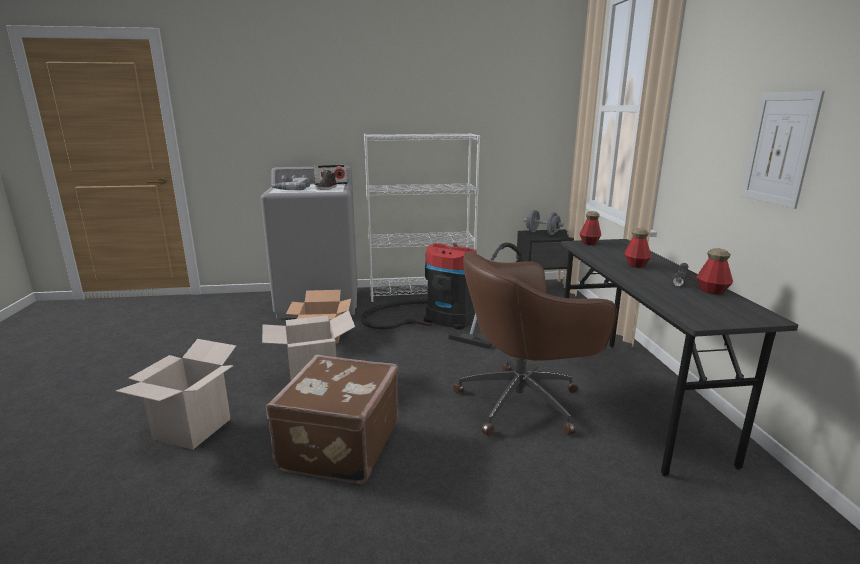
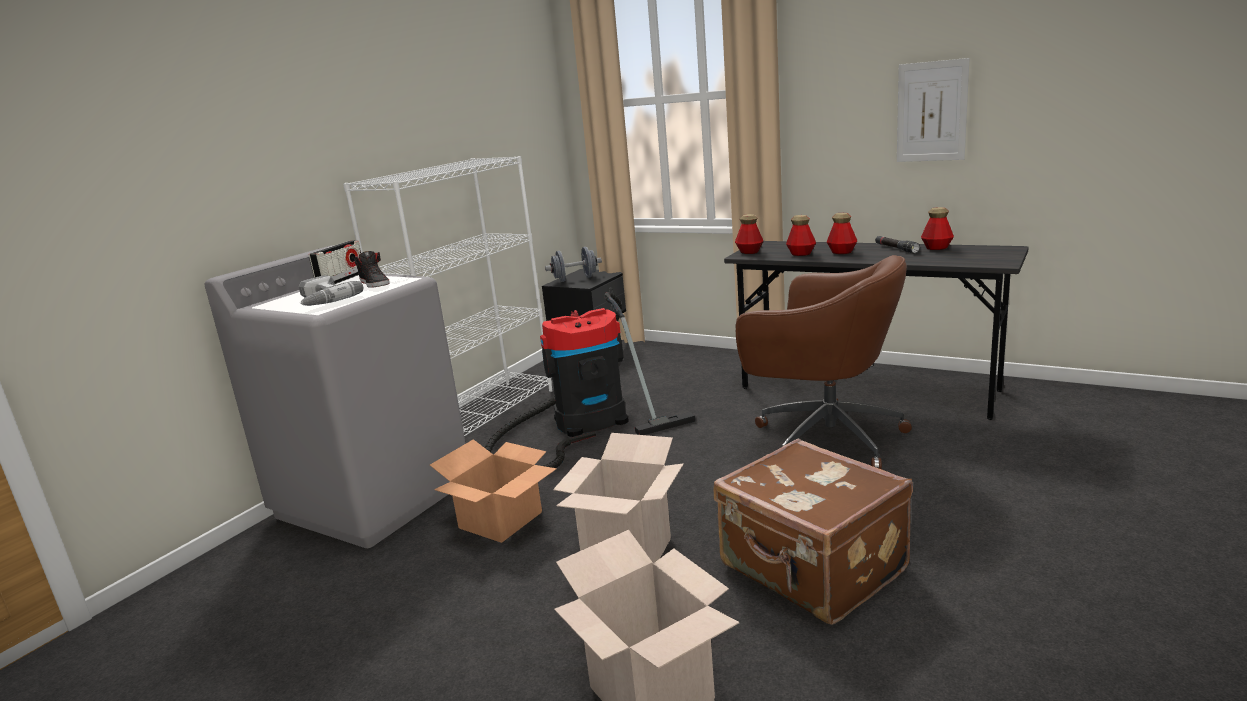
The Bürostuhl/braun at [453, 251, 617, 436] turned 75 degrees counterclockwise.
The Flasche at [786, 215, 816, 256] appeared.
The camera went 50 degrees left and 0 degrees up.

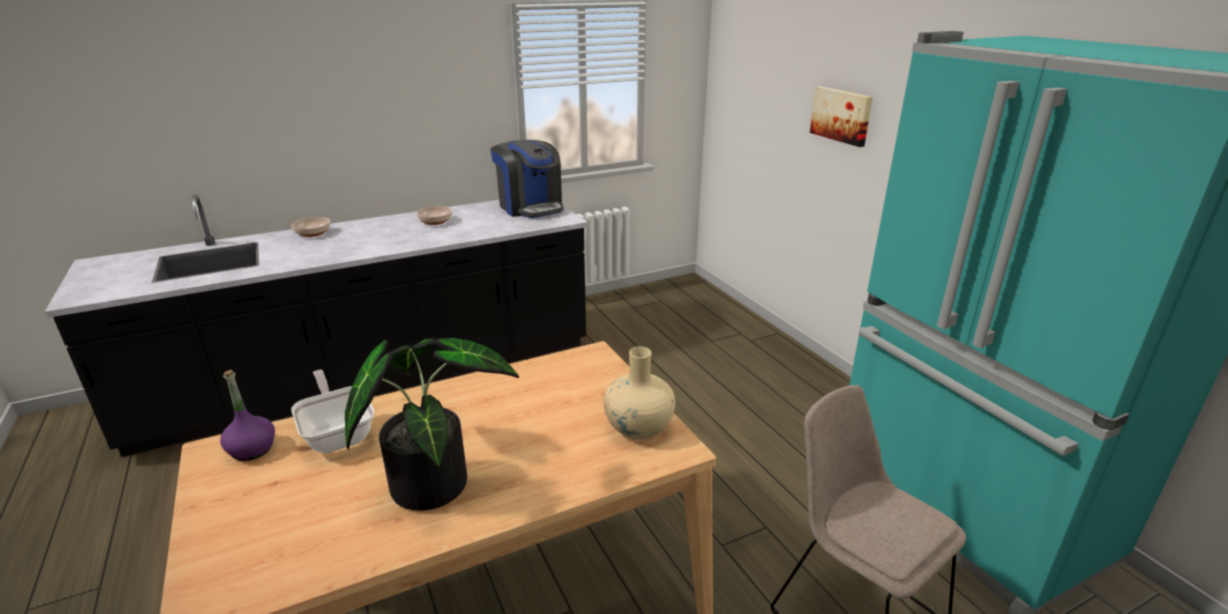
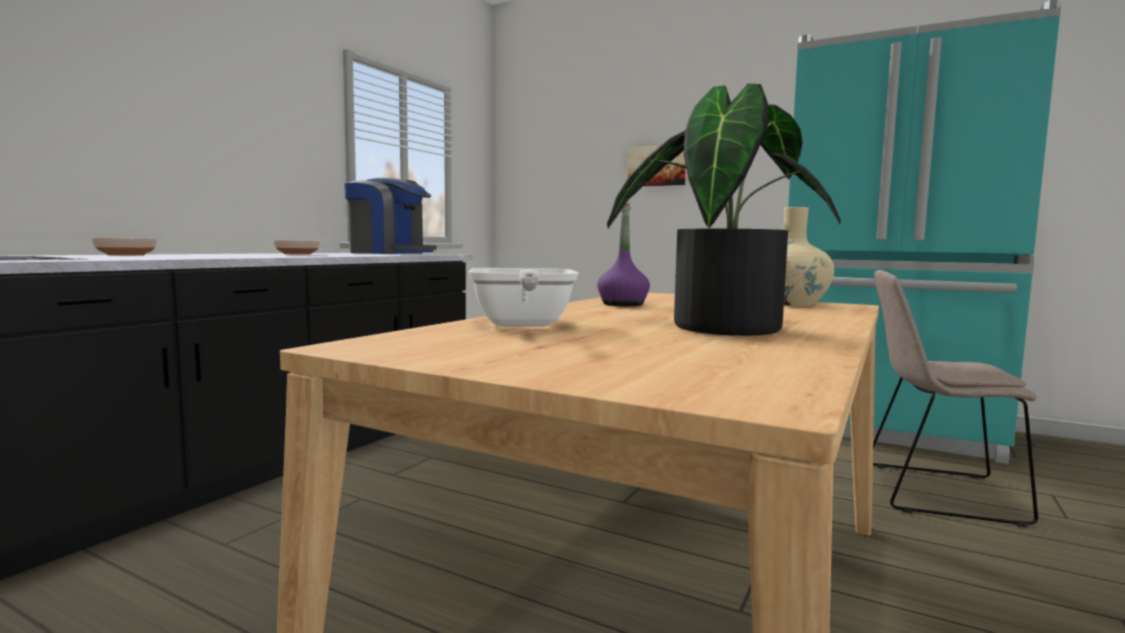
The Pfanne at [291, 370, 374, 453] turned 120 degrees counterclockwise.
The Flasche/lila moved from [220, 370, 275, 461] to [597, 203, 650, 306].
The camera went 35 degrees left and 20 degrees down.

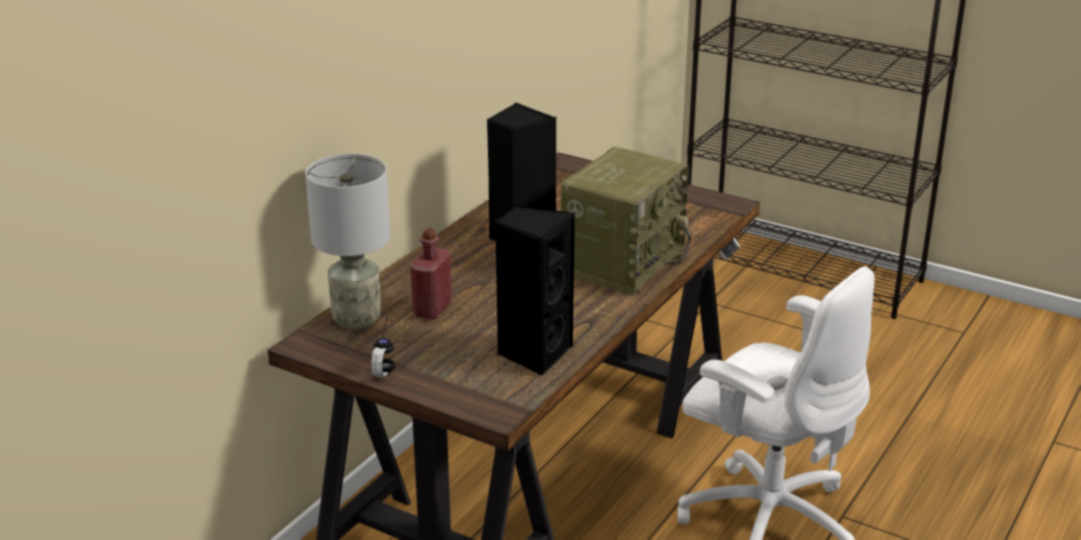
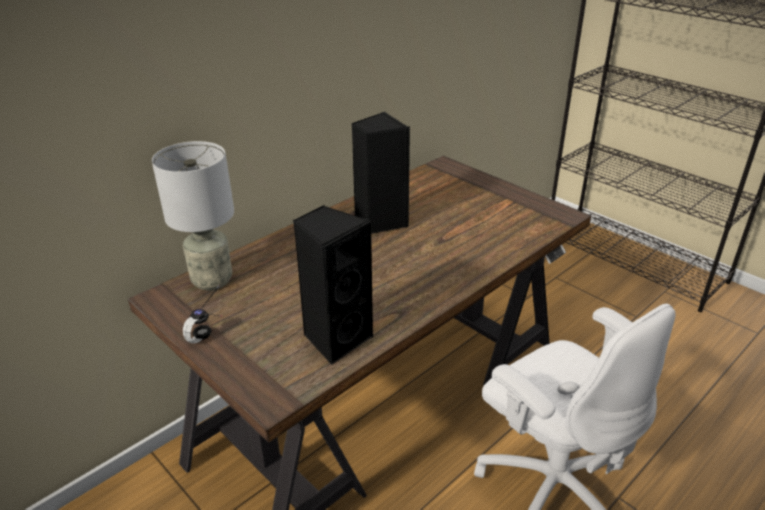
The Flasche/rot at [410, 228, 452, 320] disappeared.
The Radio at [561, 147, 691, 295] disappeared.
The camera went 15 degrees right and 5 degrees up.

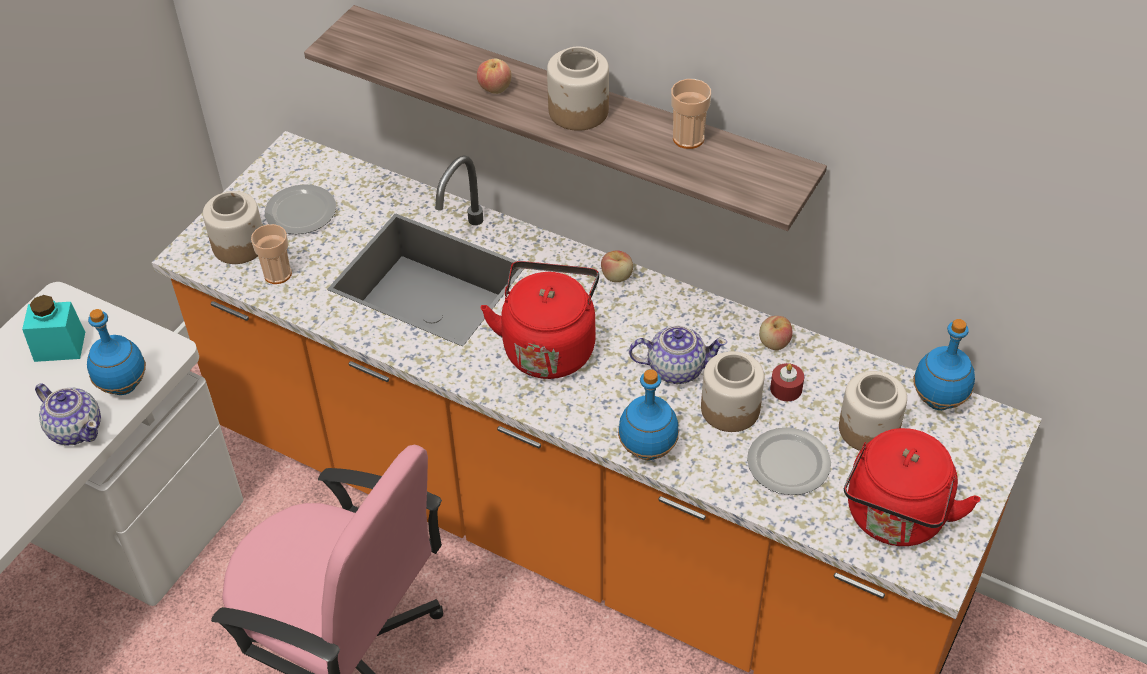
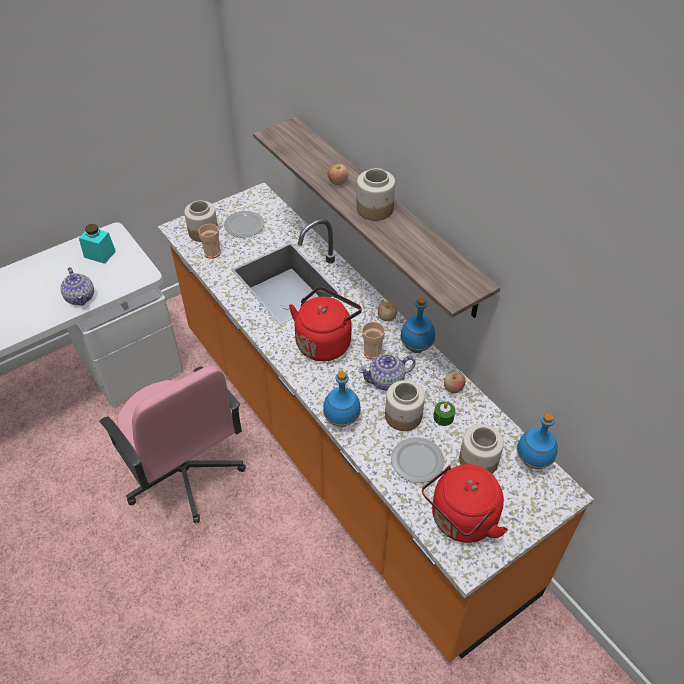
The Teekanne at [629, 326, 727, 384] turned 135 degrees clockwise.
The Tasse moved from [671, 79, 711, 149] to [362, 322, 385, 360].
The Flasche/blau moved from [87, 309, 146, 395] to [400, 298, 435, 353].
The Kerze/rot at [770, 363, 804, 401] became the Kerze/grün at [434, 401, 455, 426].
The camera went 25 degrees right and 0 degrees up.

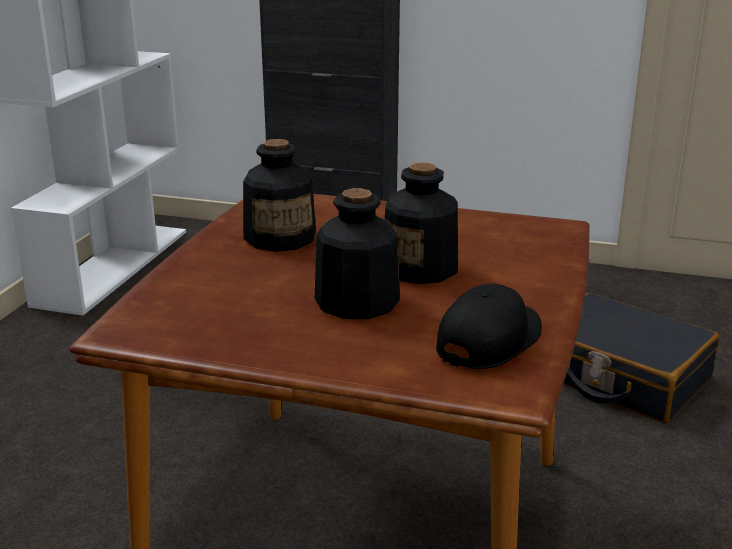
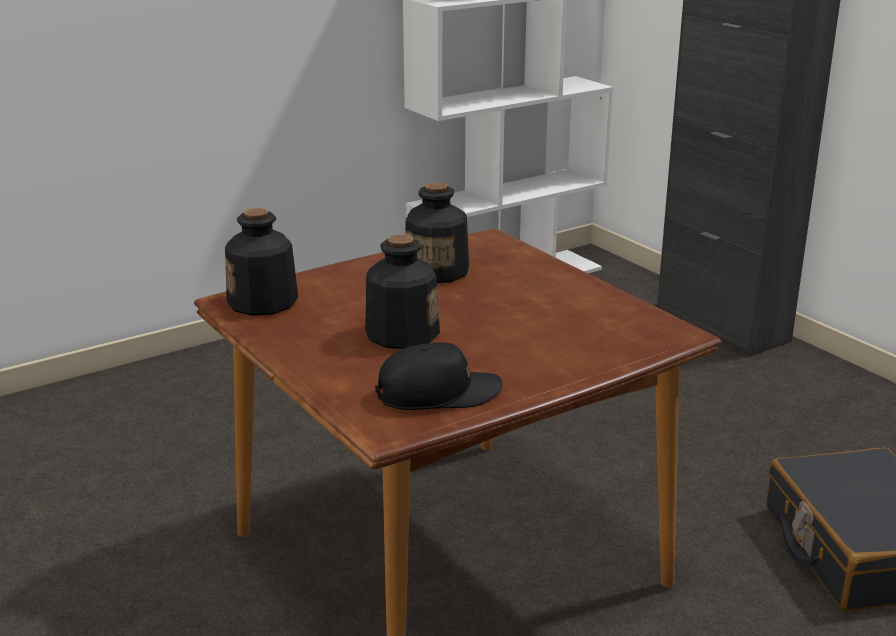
The Flasche moved from [385, 162, 458, 284] to [225, 208, 298, 316].
The camera went 40 degrees right and 0 degrees up.

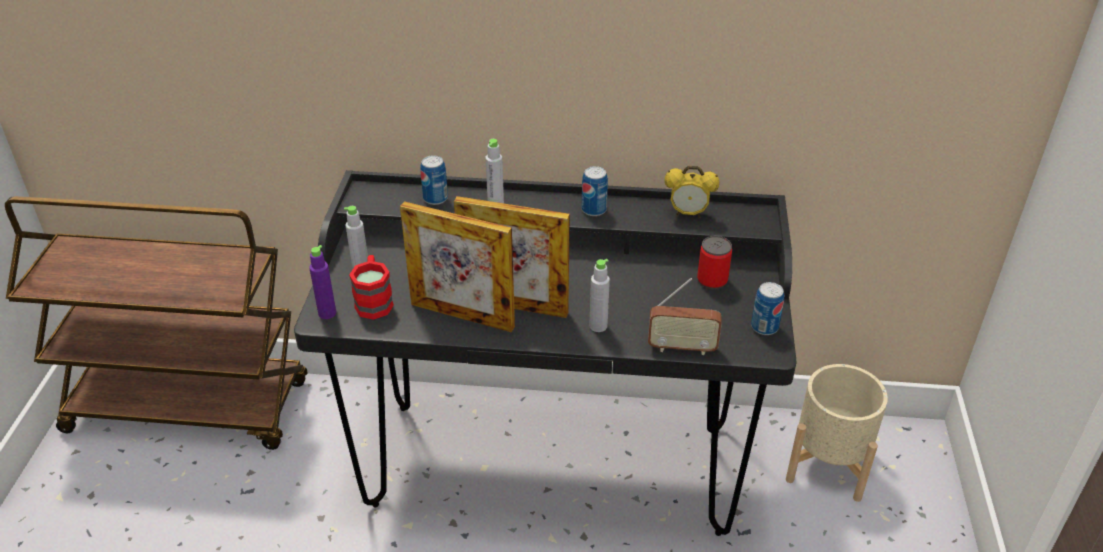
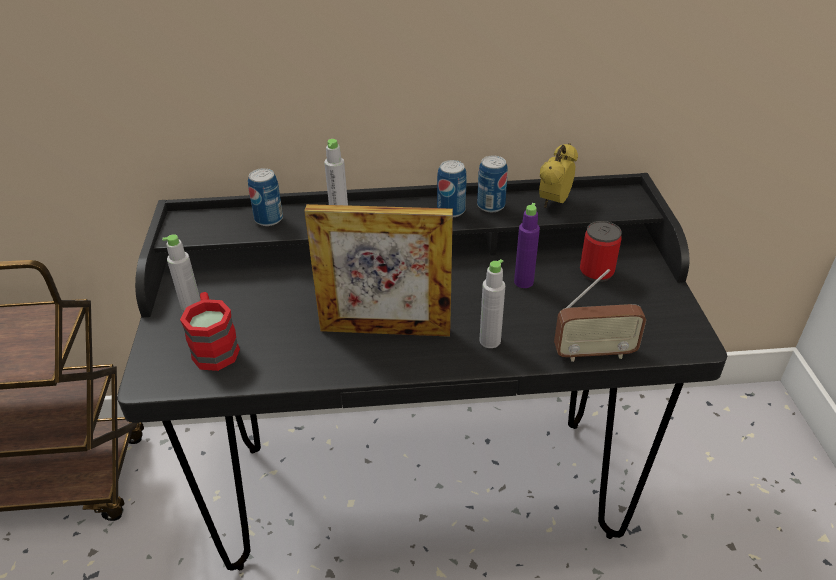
The Dose moved from [751, 282, 784, 335] to [477, 155, 508, 212].
The Flasche/lila moved from [309, 245, 336, 319] to [514, 203, 540, 288].
The Wecker at [665, 166, 719, 218] turned 120 degrees clockwise.
The Bilderrahmen at [400, 201, 515, 332] disappeared.
The Pflanzkübel/beige at [786, 364, 888, 502] disappeared.
The camera went 10 degrees left and 0 degrees up.

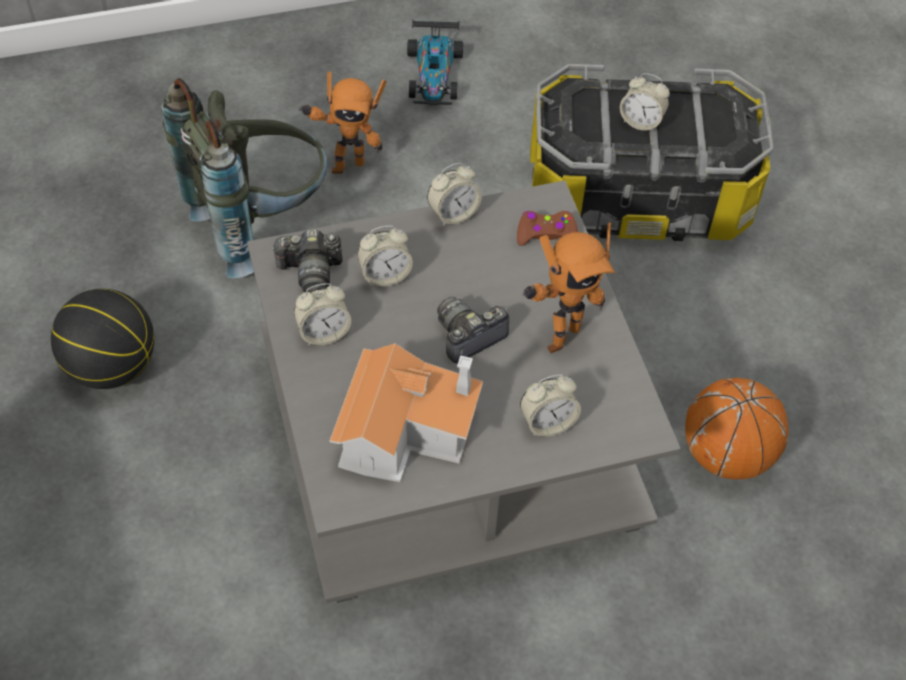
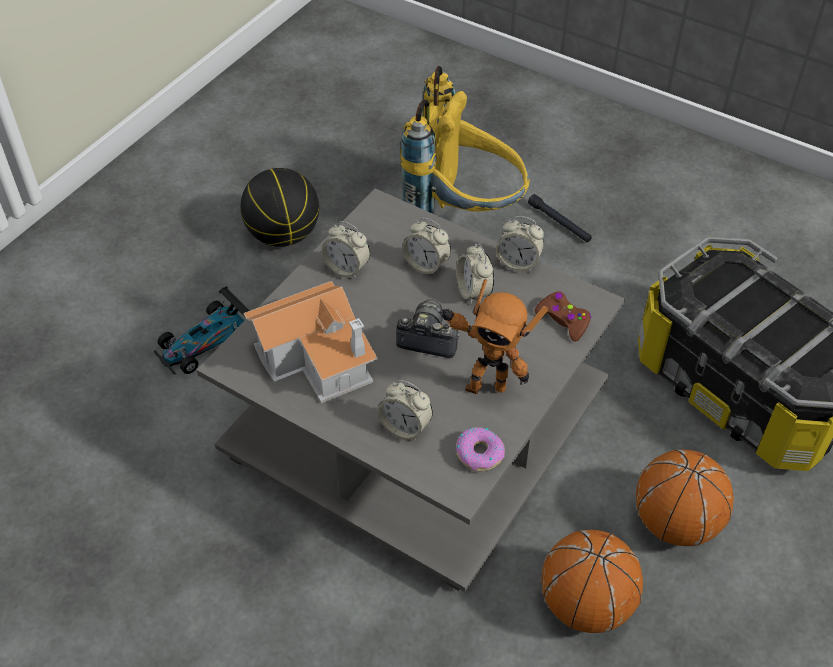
The Spielzeugauto moved from [407, 20, 463, 105] to [154, 286, 250, 375].
The Rucksack/grau at [161, 78, 327, 278] became the Rucksack/gelb at [400, 66, 530, 214].
The Wecker moved from [620, 73, 670, 132] to [456, 244, 494, 304].
The Donut at [456, 427, 505, 471] appeared.
The Spielzeugroboter at [299, 71, 386, 174] was replaced by the Taschenlampe/schwarz at [528, 194, 592, 242].
The Basketball at [636, 450, 734, 546] appeared.
The Kamera at [271, 230, 343, 292] disappeared.
The camera went 50 degrees right and 5 degrees down.

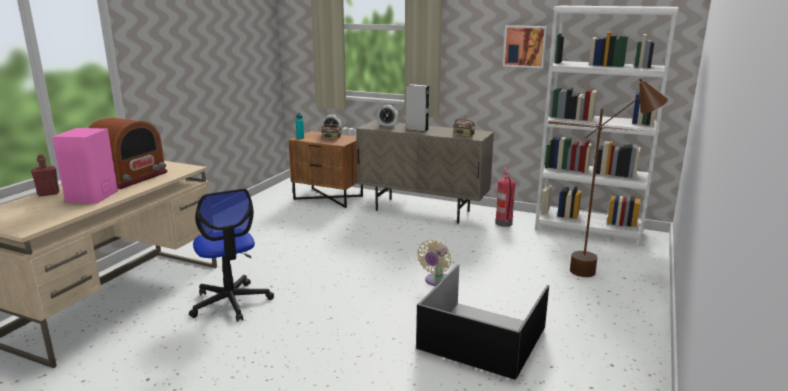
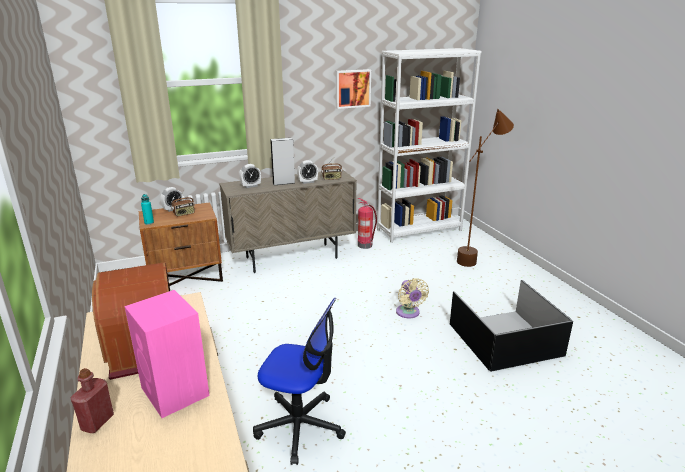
The Wecker at [297, 160, 318, 184] appeared.
The camera went 45 degrees left and 5 degrees up.

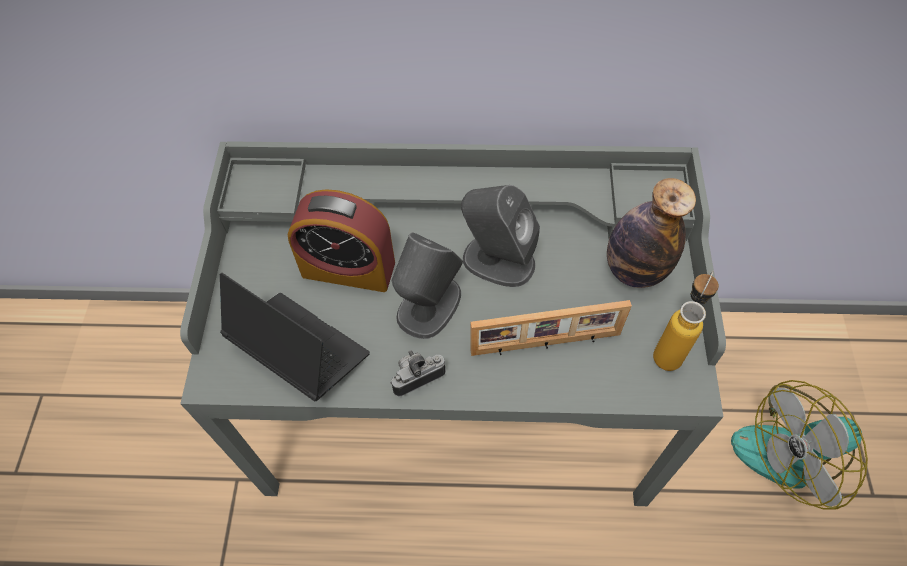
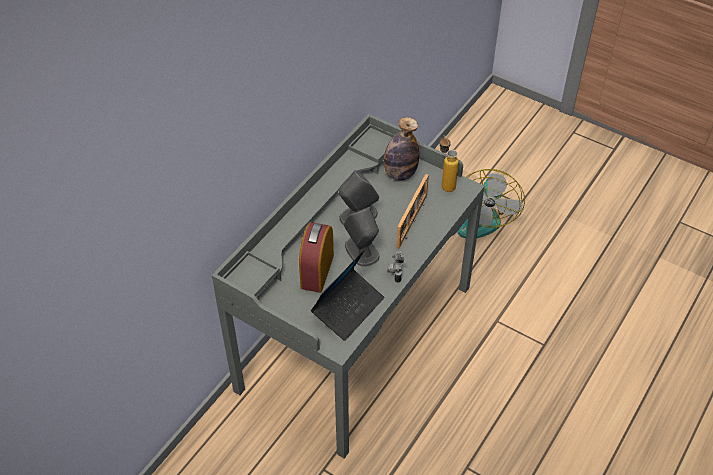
The Wecker at [288, 189, 395, 292] turned 150 degrees clockwise.
The Laptop at [220, 273, 370, 401] turned 150 degrees clockwise.
The camera went 60 degrees left and 10 degrees down.

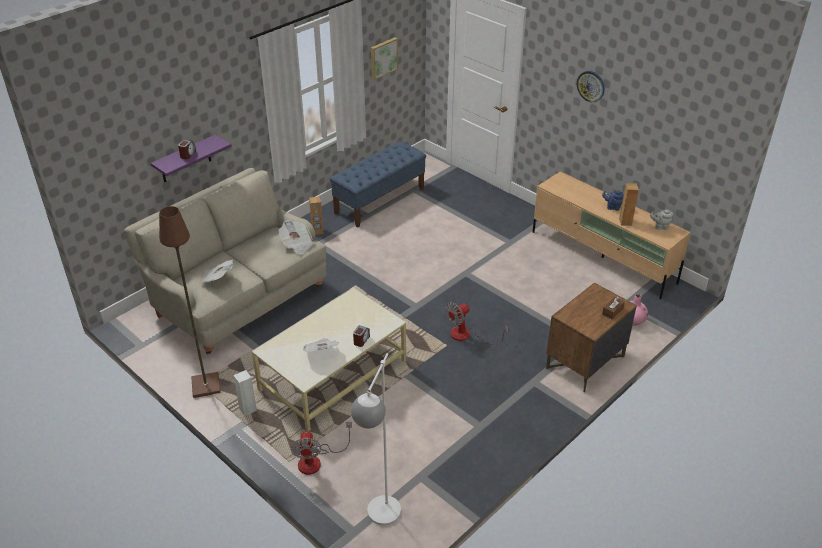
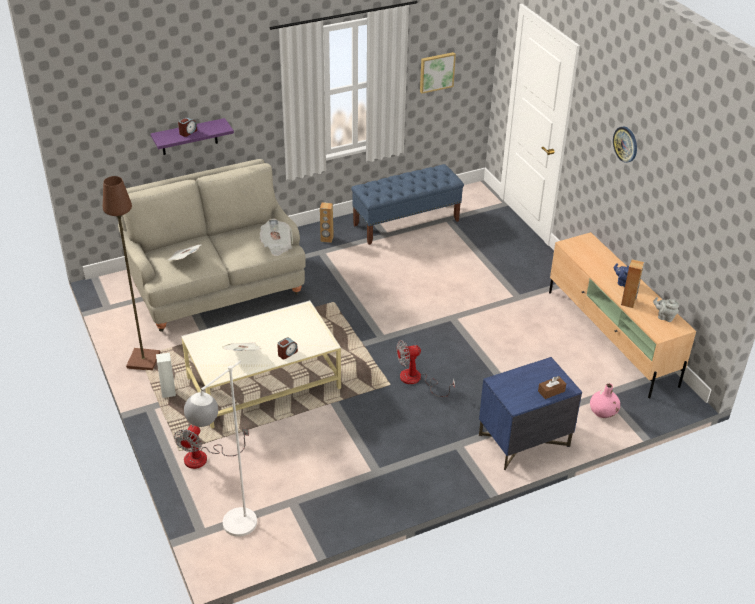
The Nachttisch/braun at [546, 283, 637, 392] became the Nachttisch/blau at [479, 357, 582, 470].
The camera went 20 degrees right and 0 degrees up.

